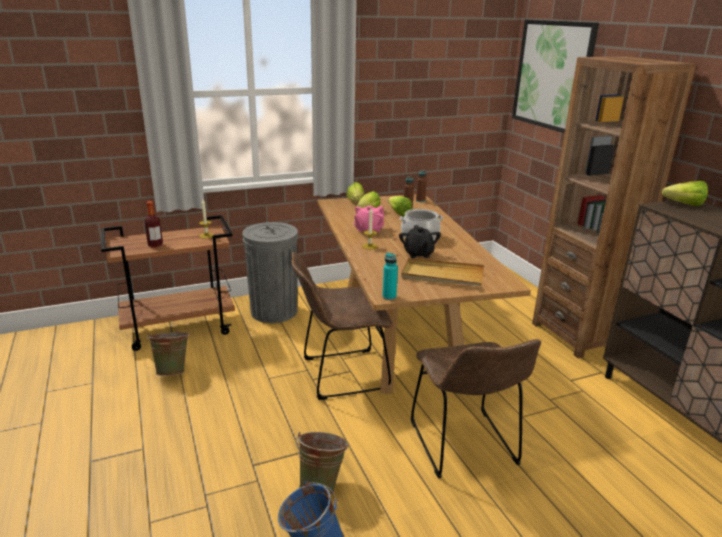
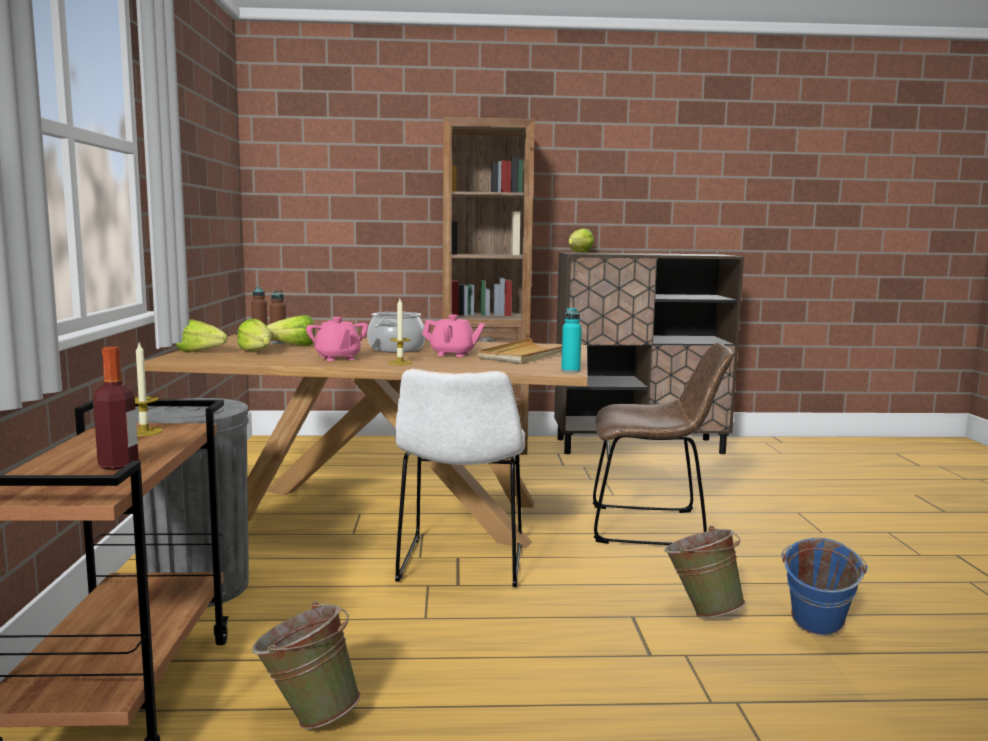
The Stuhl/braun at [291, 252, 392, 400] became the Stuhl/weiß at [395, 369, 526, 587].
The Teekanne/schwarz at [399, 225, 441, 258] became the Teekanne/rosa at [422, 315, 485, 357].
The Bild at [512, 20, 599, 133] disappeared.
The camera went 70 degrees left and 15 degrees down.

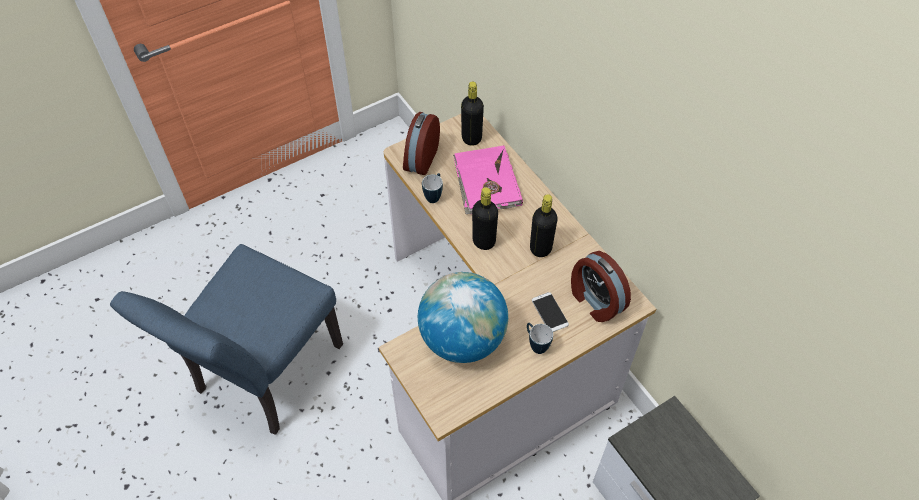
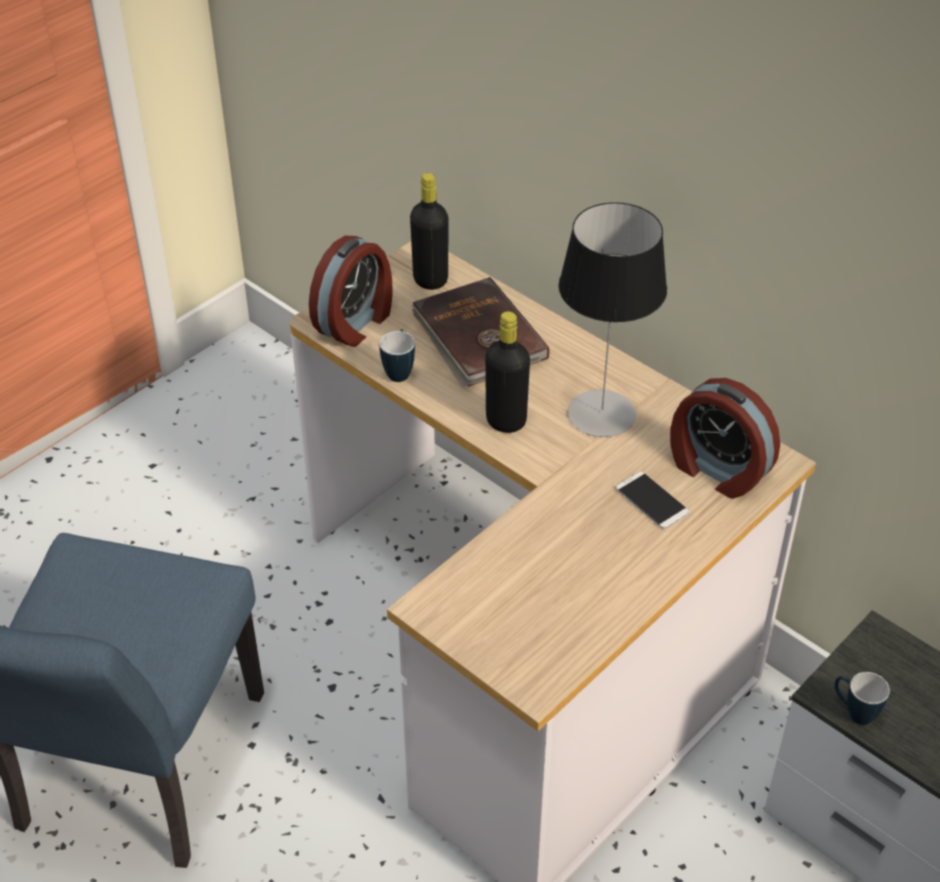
The Wecker at [403, 112, 440, 175] turned 150 degrees counterclockwise.
The Buch/rosa at [453, 145, 523, 214] became the Buch/braun at [412, 277, 550, 387].
The Flasche/schwarz at [530, 194, 558, 257] was replaced by the Tischlampe at [559, 202, 667, 437].
The Henkelbecher moved from [527, 323, 553, 354] to [835, 672, 890, 725].
The Globus at [418, 272, 508, 363] disappeared.
The camera went 15 degrees left and 10 degrees down.

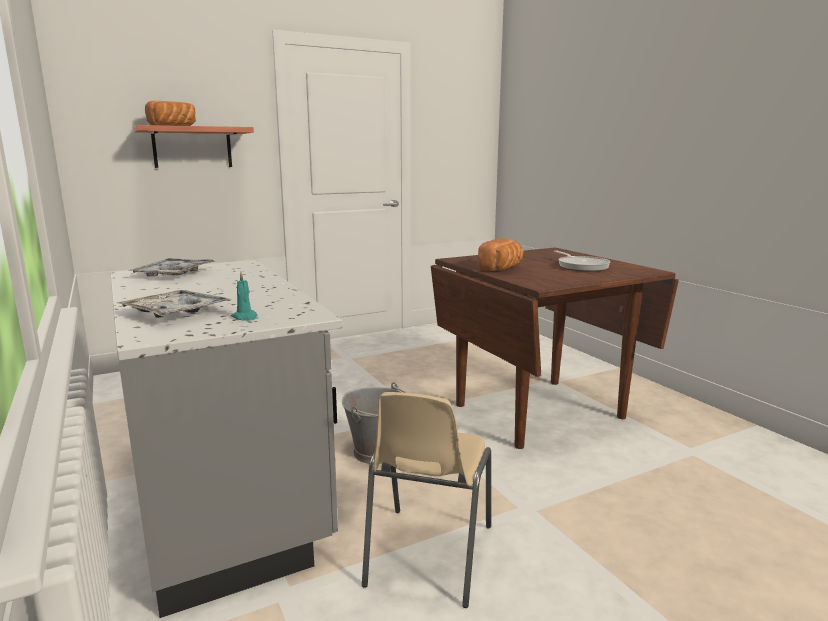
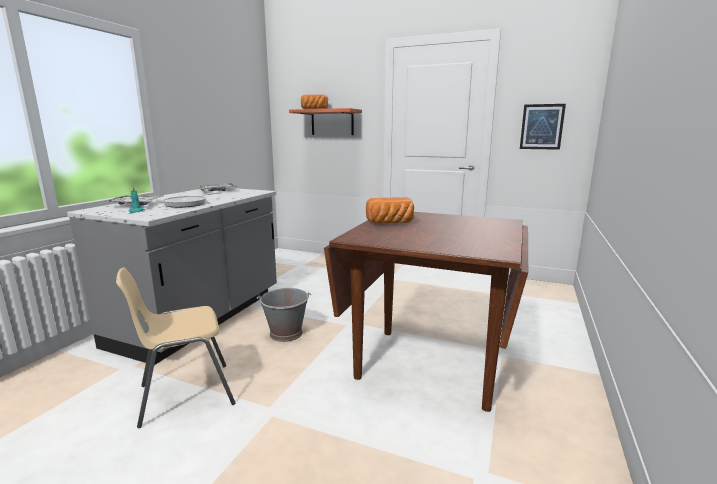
The Pfanne moved from [554, 251, 610, 272] to [162, 192, 219, 208].
The Bild at [520, 104, 566, 150] appeared.
The camera went 50 degrees right and 0 degrees up.

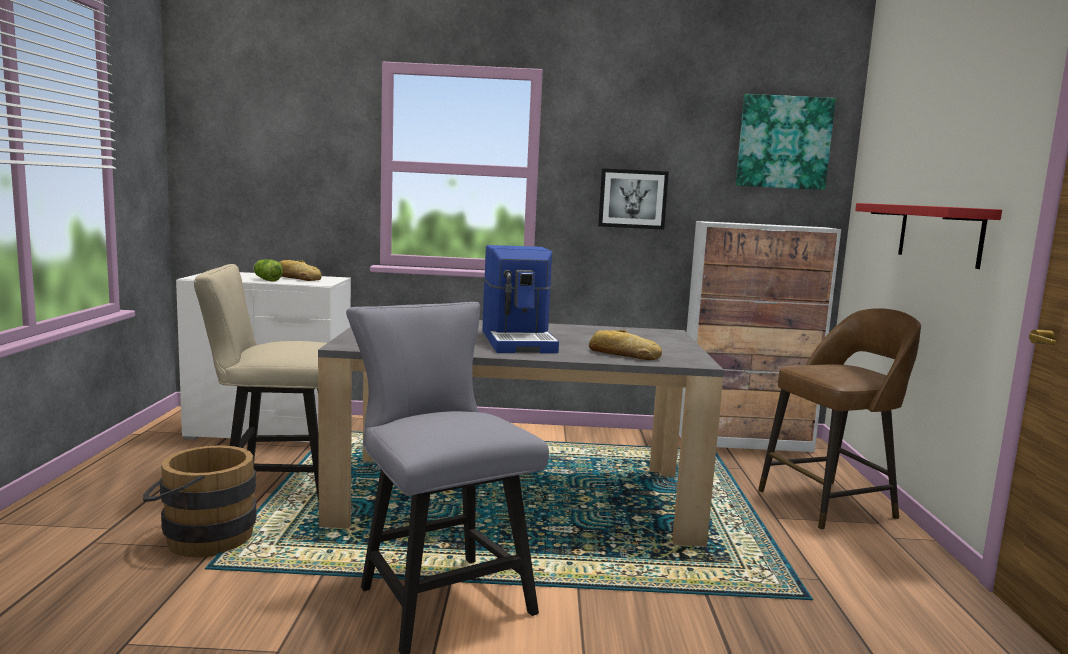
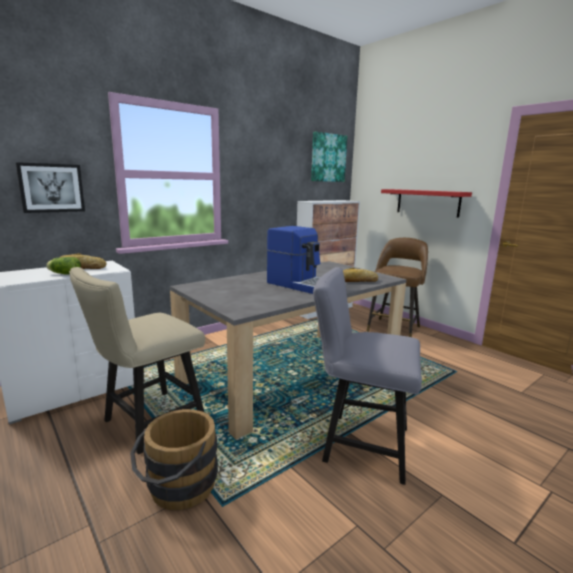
The Bild moved from [598, 168, 669, 230] to [16, 162, 85, 213].
The camera went 40 degrees left and 5 degrees up.

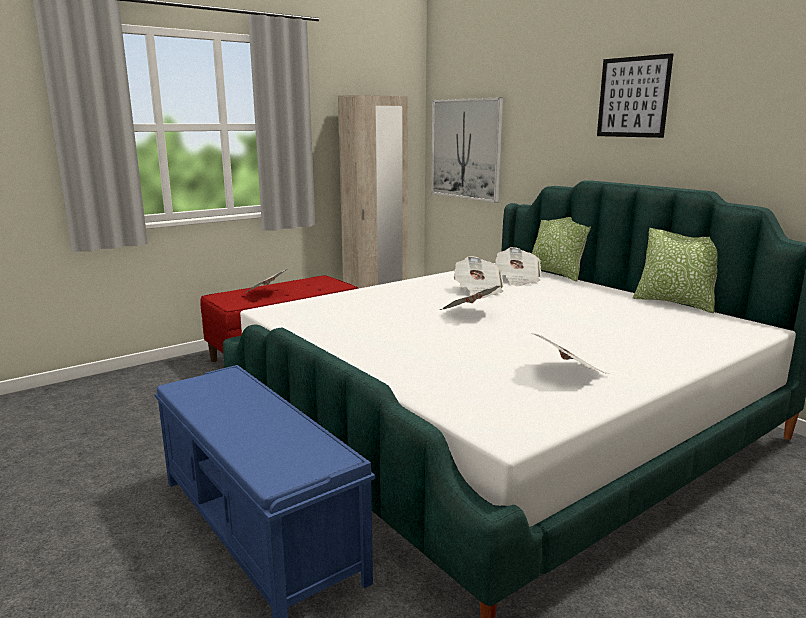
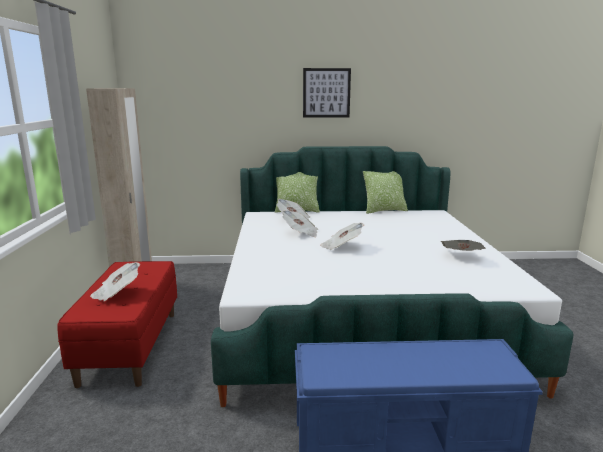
The Bild at [431, 97, 503, 203] disappeared.
The camera went 55 degrees left and 0 degrees up.

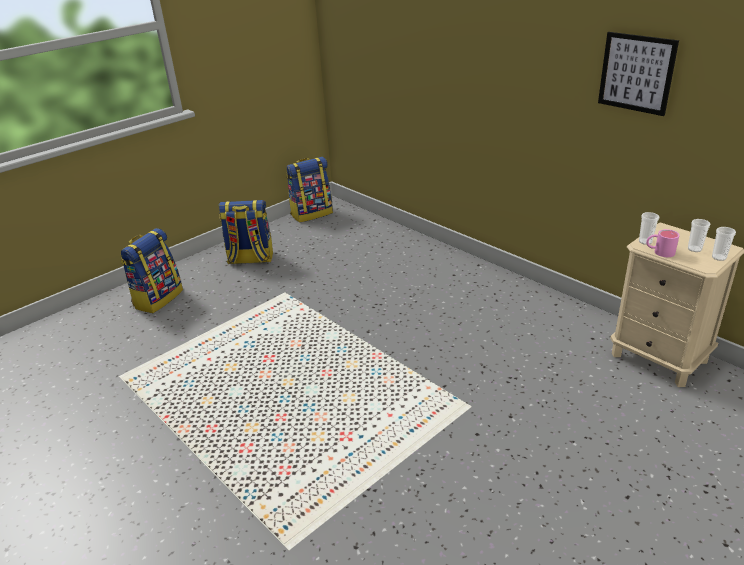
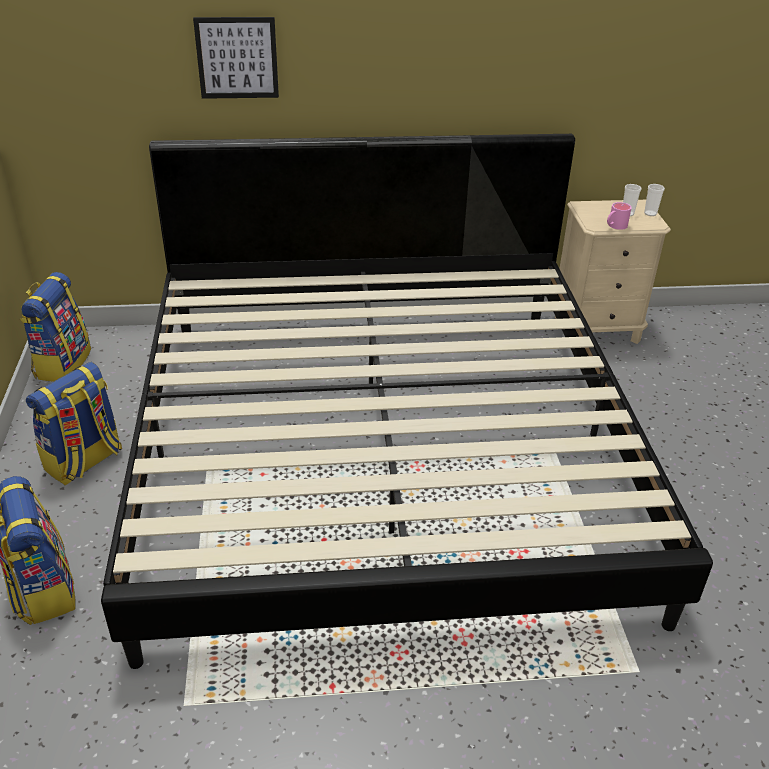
The Bett at [101, 134, 713, 669] appeared.
The Bild moved from [598, 32, 679, 116] to [193, 17, 279, 99].
The Tasse at [639, 212, 659, 245] disappeared.
The camera went 55 degrees left and 5 degrees up.

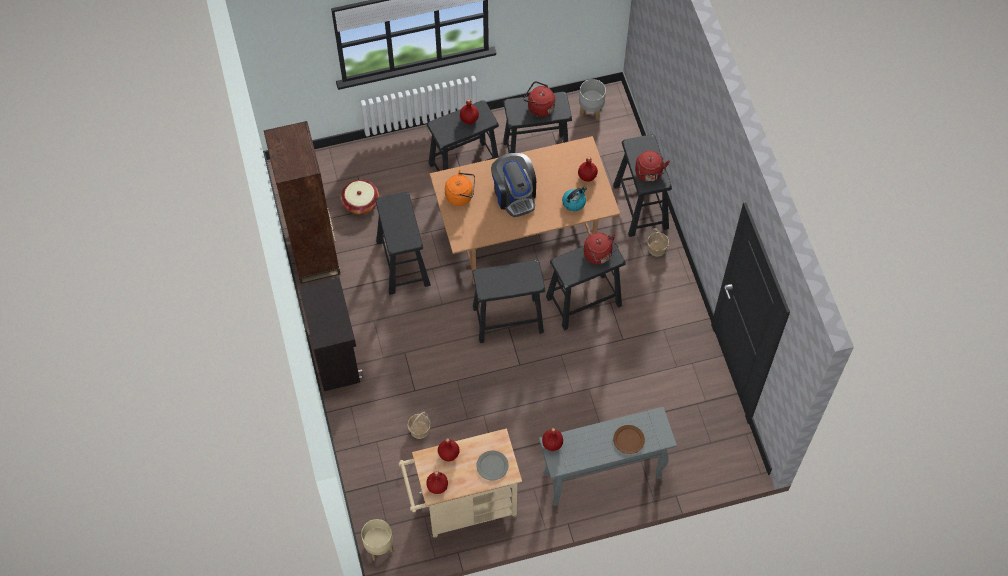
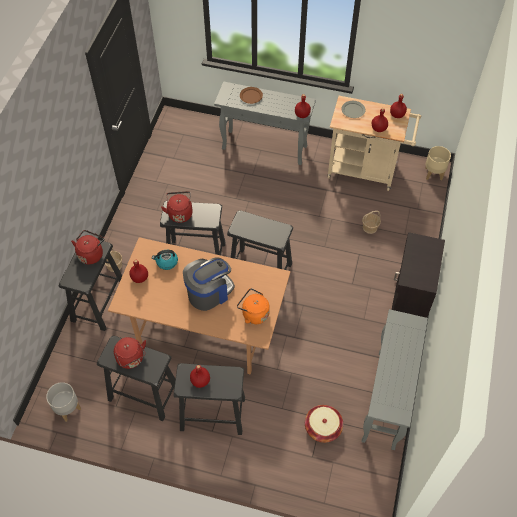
The Kaffeemaschine at [491, 153, 536, 217] turned 45 degrees clockwise.
The Bücherregal/braun at [264, 121, 340, 284] was replaced by the Konsolentisch/grau at [361, 309, 428, 450].
The Hocker/schwarz at [375, 192, 431, 295] disappeared.
The camera went 150 degrees left and 5 degrees down.

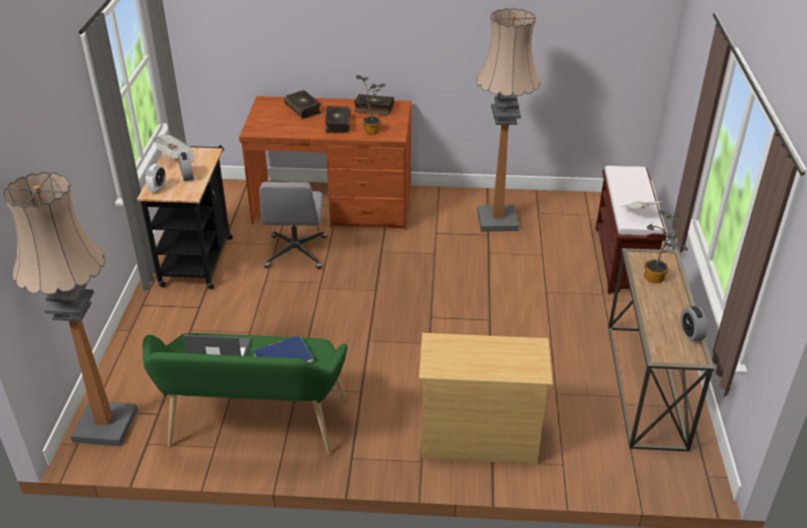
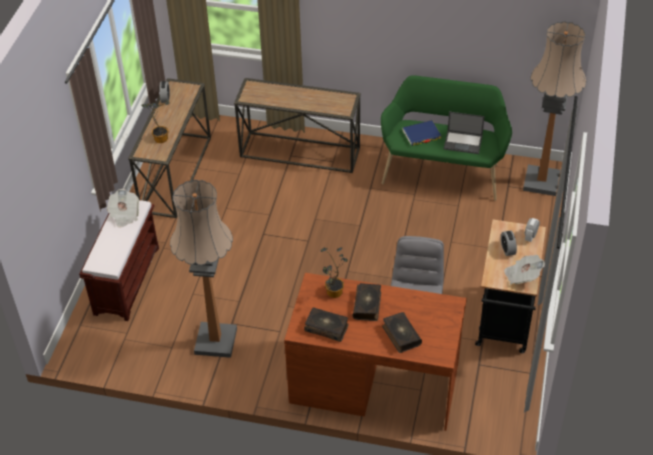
The Kommode/beige at [419, 333, 553, 464] was replaced by the Konsolentisch at [234, 78, 361, 173].
The camera went 170 degrees left and 10 degrees up.

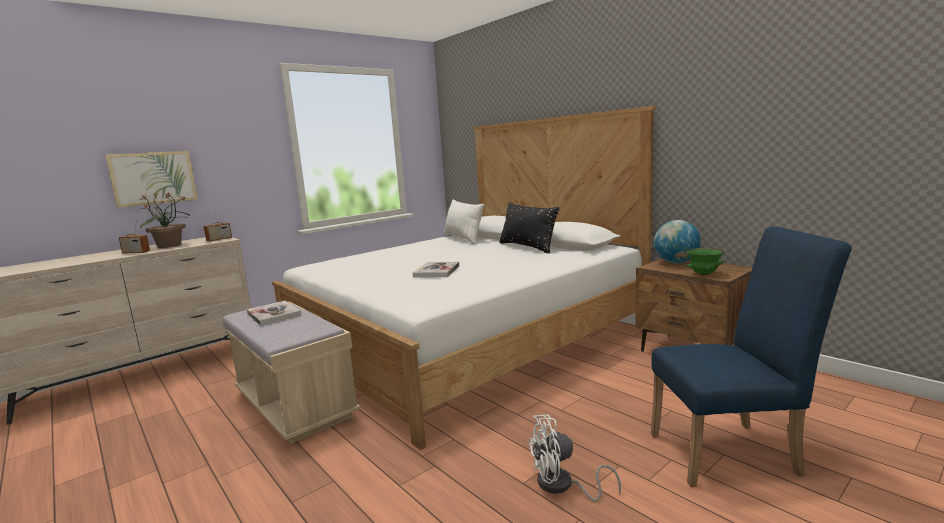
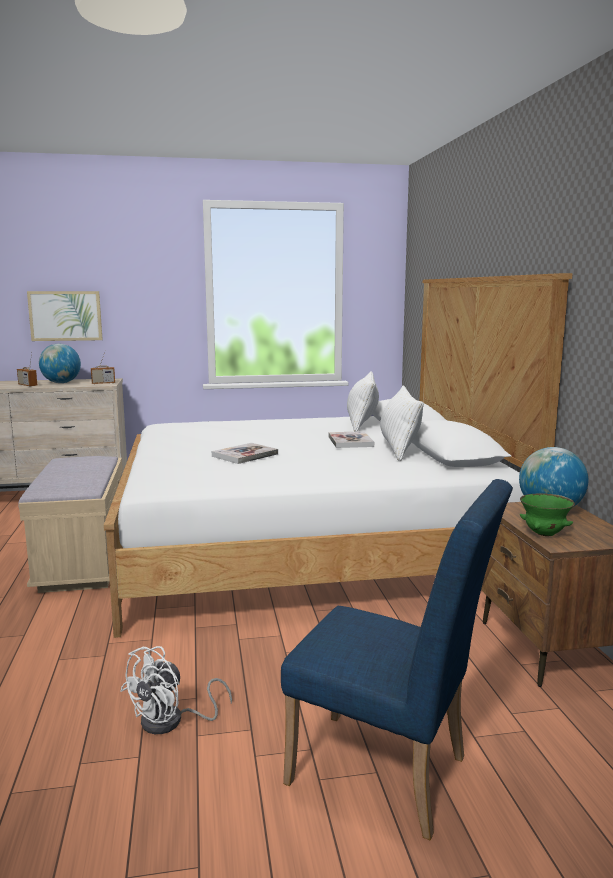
The Topfpflanze at [139, 192, 190, 248] was replaced by the Globus at [39, 344, 81, 383].
The Ventilator/weiß at [528, 415, 621, 501] turned 75 degrees counterclockwise.
The Buch moved from [247, 301, 302, 326] to [329, 431, 374, 448].
The Kissen/schwarz at [499, 202, 560, 253] became the Kissen/weiß at [380, 385, 424, 461].
The camera went 30 degrees right and 0 degrees up.

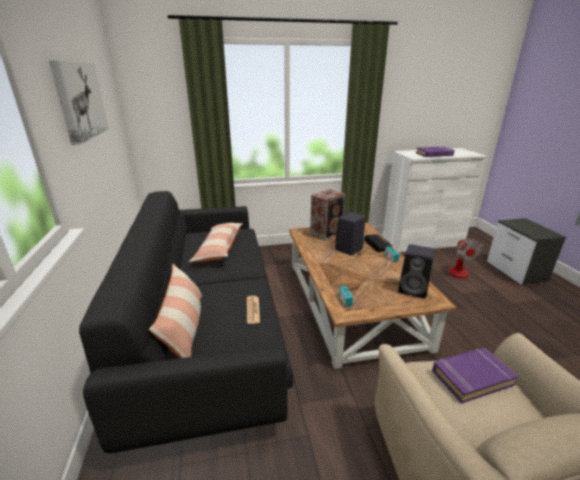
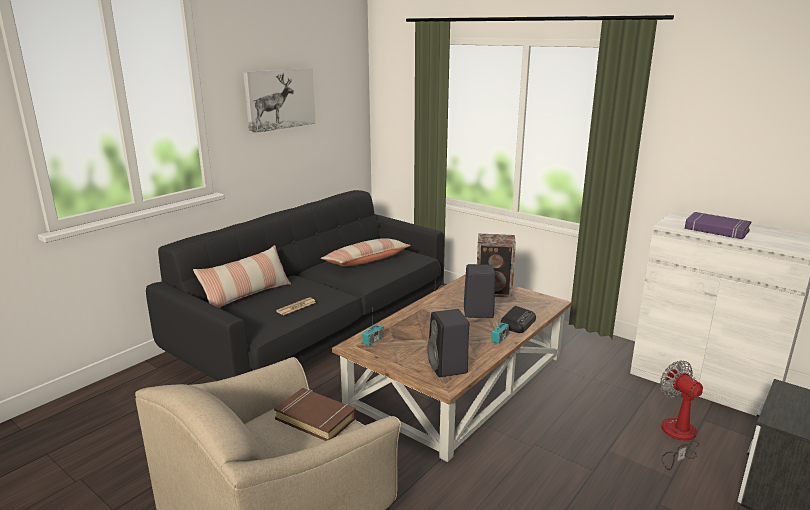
The Buch/lila at [432, 348, 519, 403] became the Buch/braun at [274, 388, 356, 441].
The Ventilator at [448, 239, 484, 278] turned 105 degrees clockwise.
The camera went 50 degrees right and 5 degrees down.

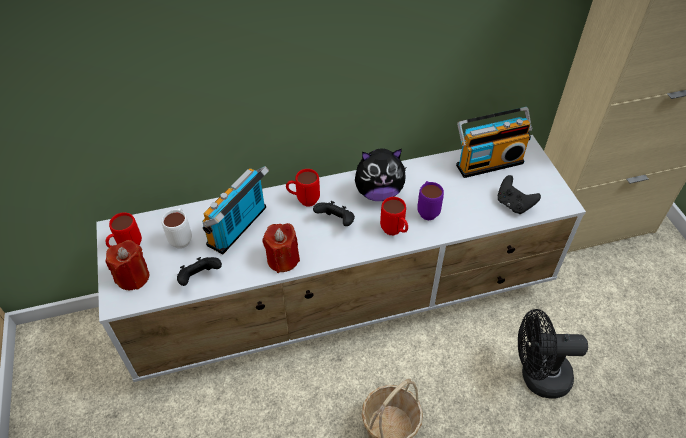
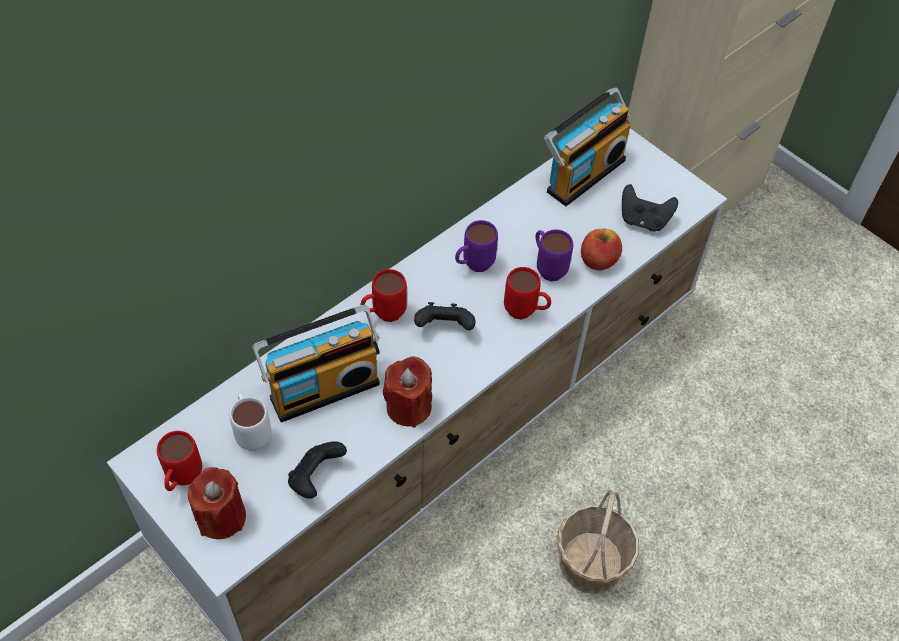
The Radio at [202, 166, 269, 254] turned 120 degrees counterclockwise.
The Plüschtier at [355, 148, 407, 201] was replaced by the Henkelbecher/lila at [455, 220, 498, 272].
The Apfel at [581, 228, 622, 271] appeared.
The Ventilator/schwarz at [518, 309, 588, 399] disappeared.
The camera went 30 degrees left and 5 degrees up.

